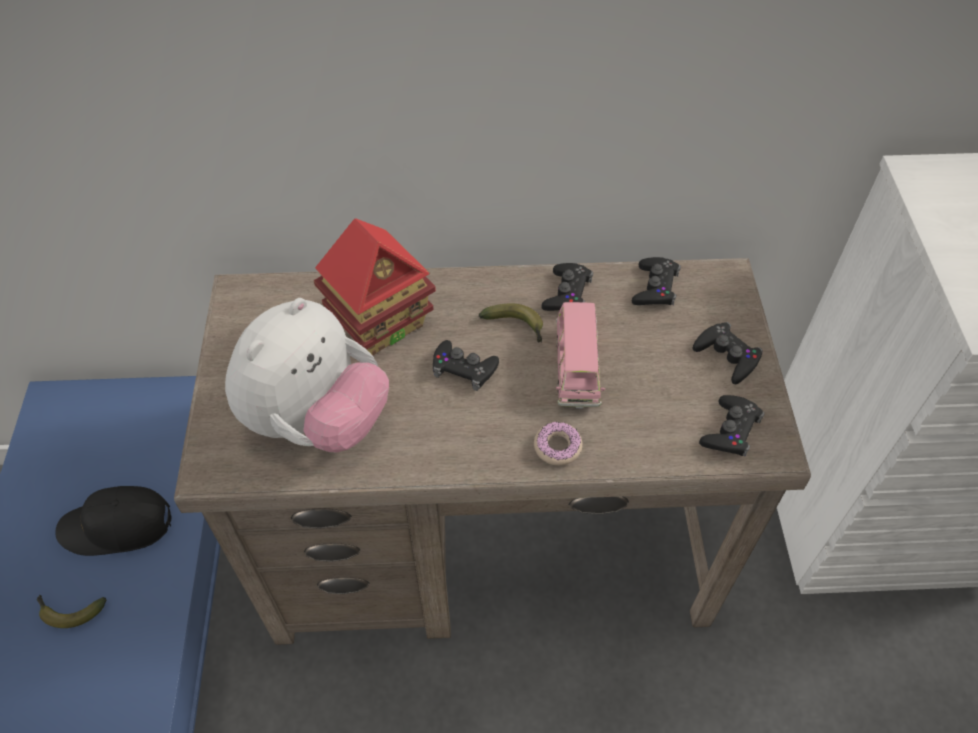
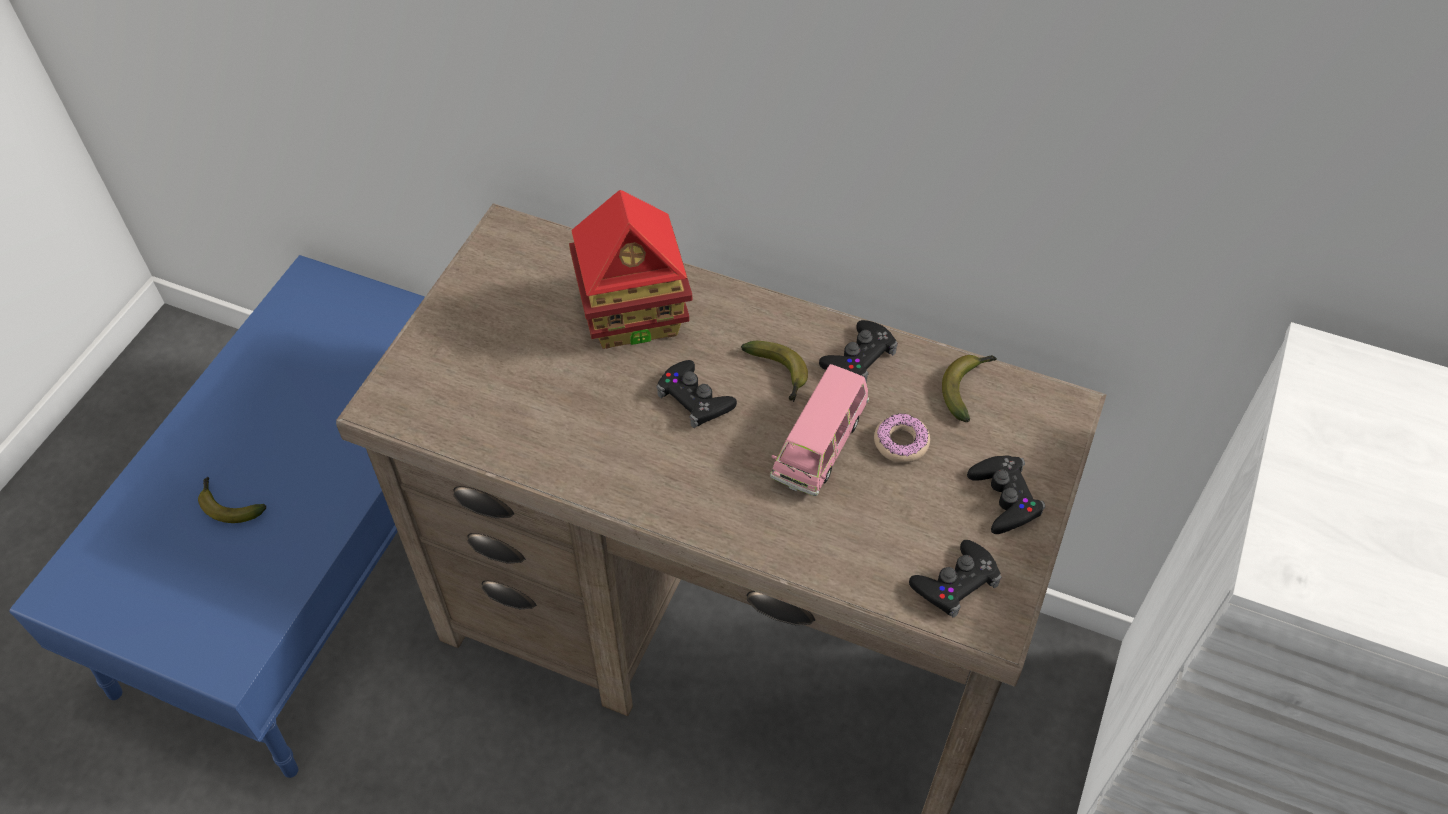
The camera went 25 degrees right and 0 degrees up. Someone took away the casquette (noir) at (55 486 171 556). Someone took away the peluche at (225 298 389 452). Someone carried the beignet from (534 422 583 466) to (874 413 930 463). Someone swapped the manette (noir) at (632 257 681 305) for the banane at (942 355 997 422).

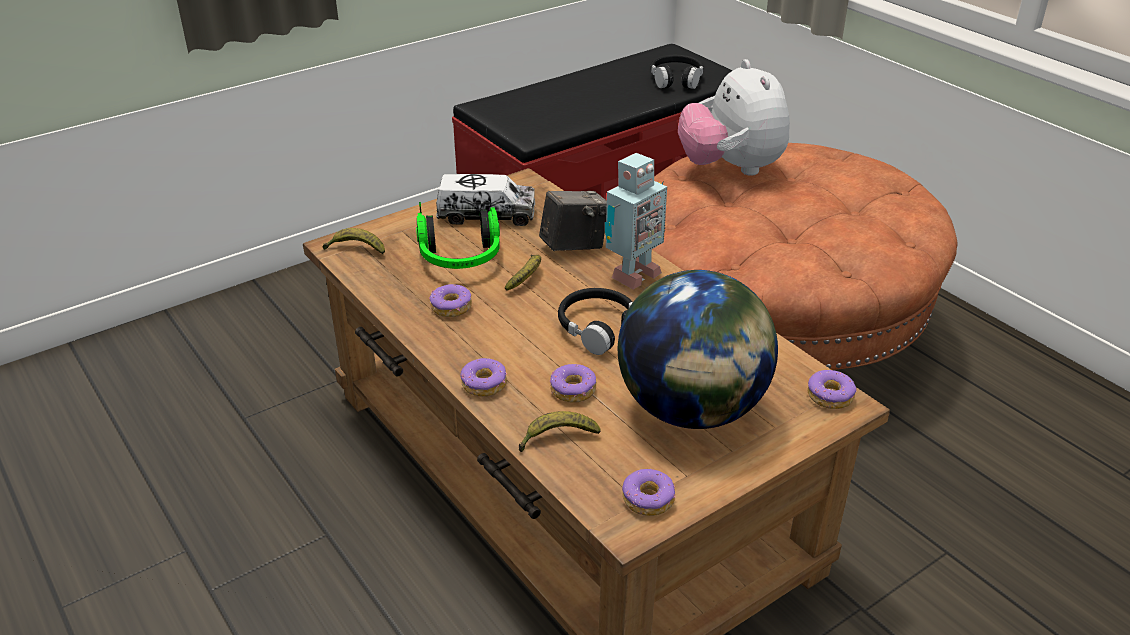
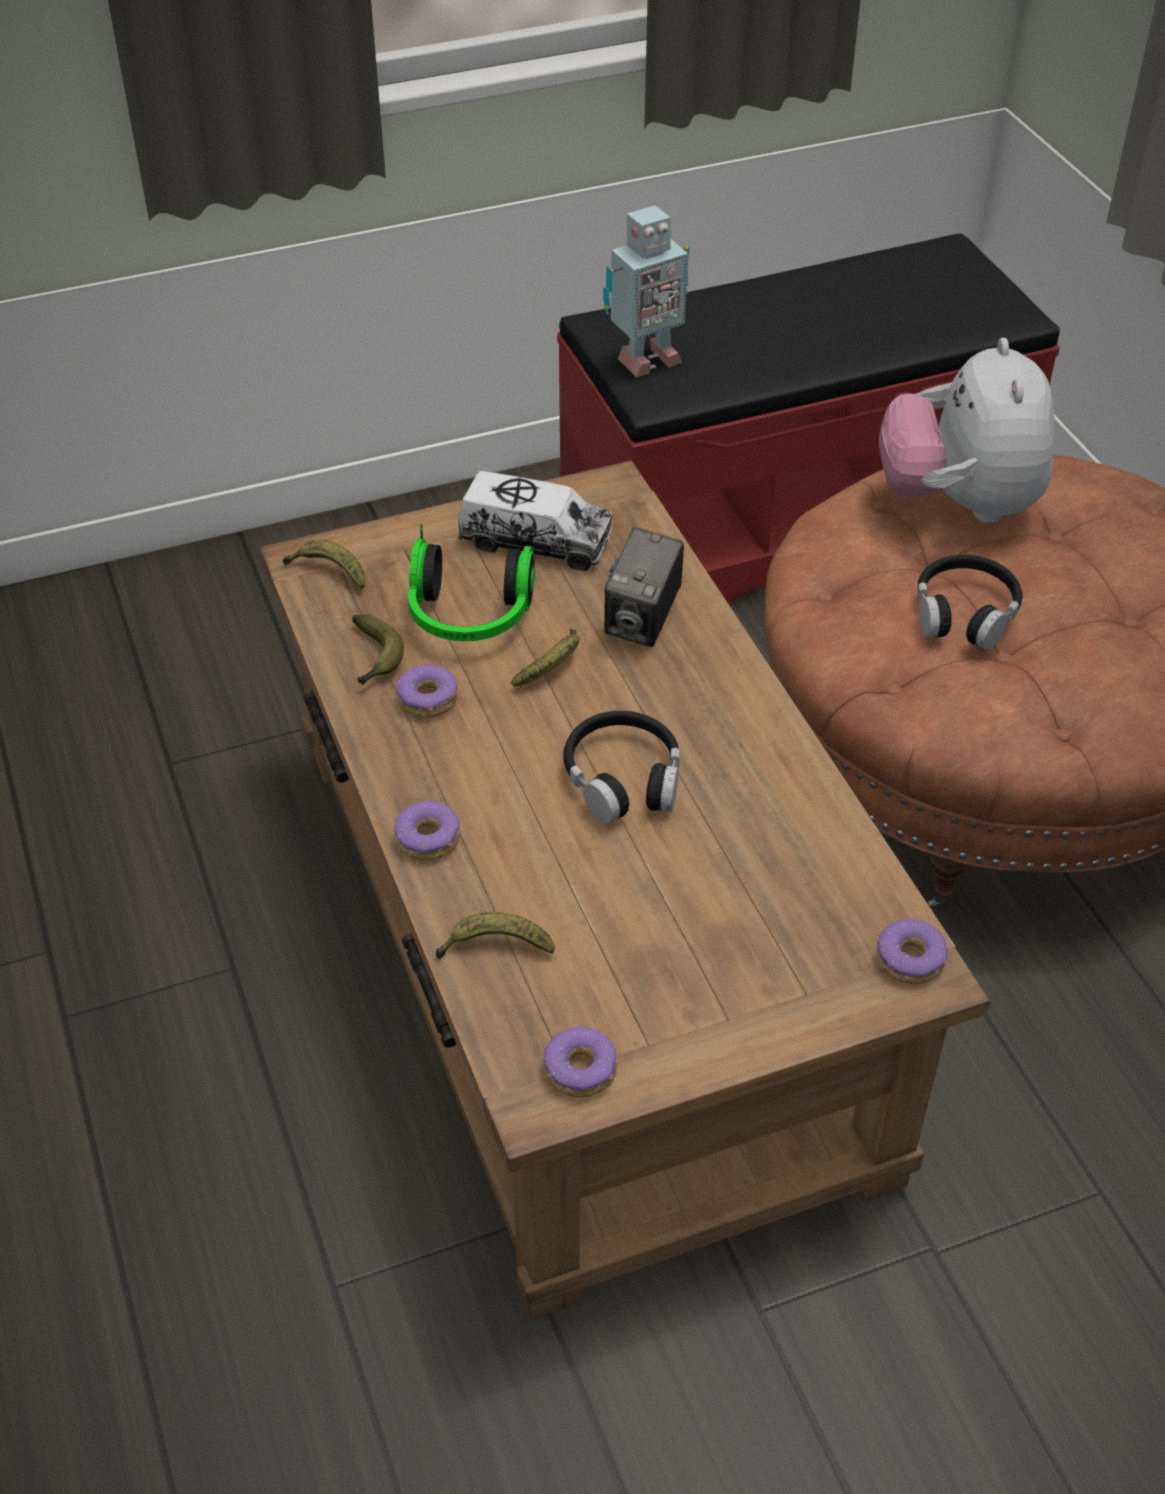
The camera went 15 degrees right and 10 degrees up. Someone rotated the appareil photo at (539 191 607 251) by 120 degrees clockwise. Someone took away the beignet at (550 364 596 402). Someone carried the robot jouet from (605 153 667 289) to (603 205 690 377). Someone took away the globe at (618 270 778 429). Someone carried the casque audio (noir) from (650 54 704 89) to (917 555 1023 650). Someone put down the banane at (352 614 404 685).

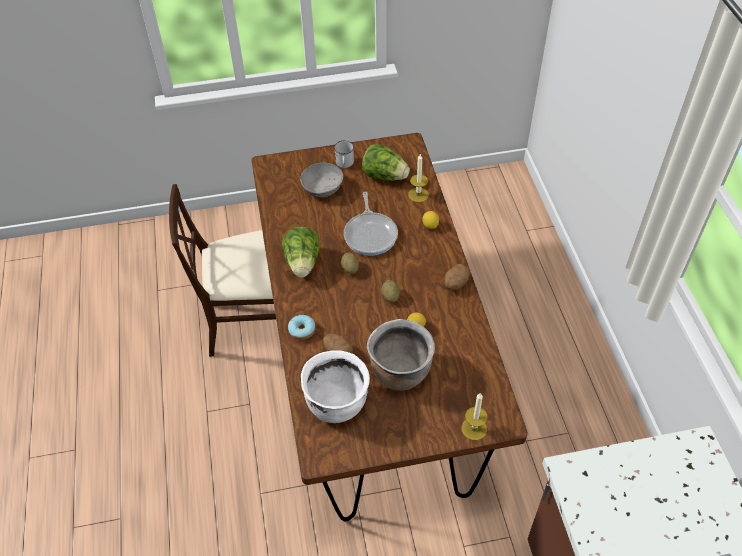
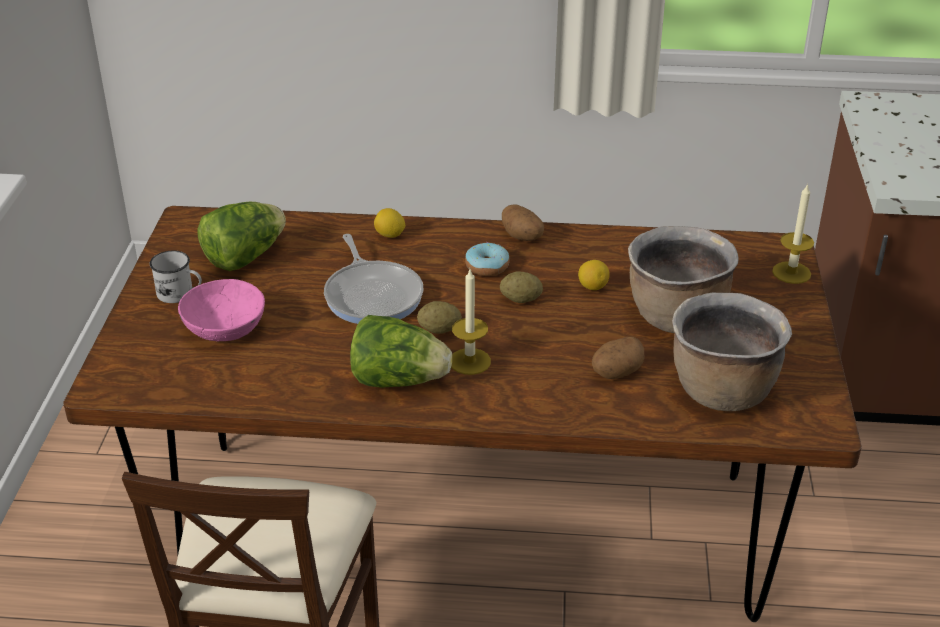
The camera went 75 degrees left and 15 degrees down. Someone carried the beignet from (288 315 316 340) to (465 242 510 276). Someone repainted the bol (gris) at (300 163 343 198), which became the bol (rose) at (178 279 265 341). Someone repainted the marmite (blanc) at (301 350 370 423), which became the marmite (marron) at (672 293 792 411). Someone rotated the poêle at (344 192 398 256) by 60 degrees clockwise. Someone carried the bougie from (408 154 429 202) to (451 269 491 375).

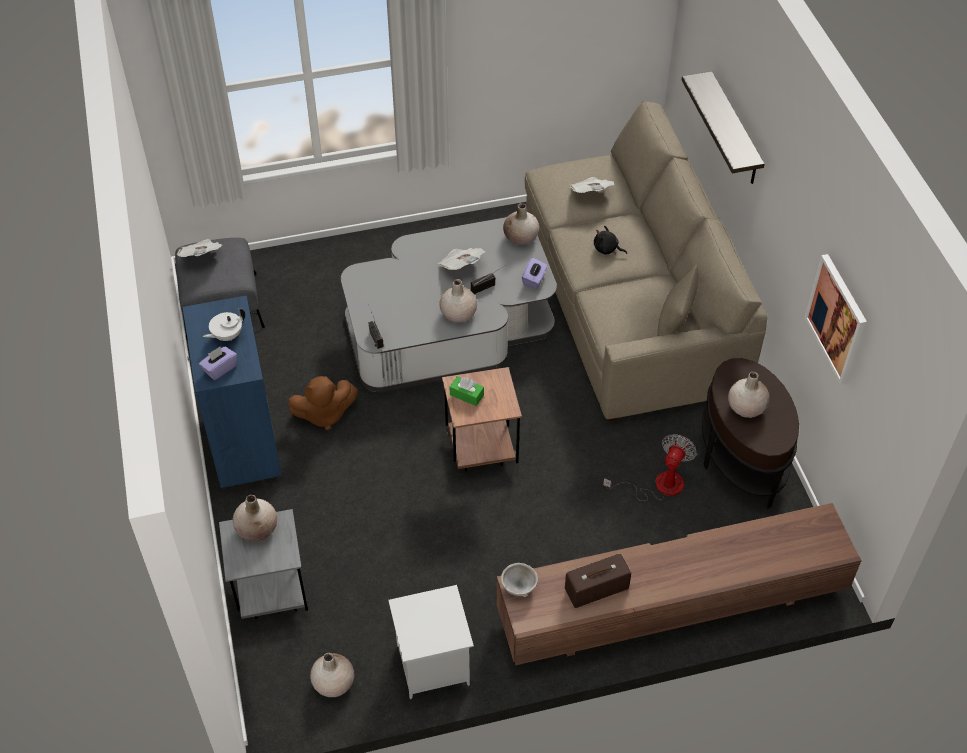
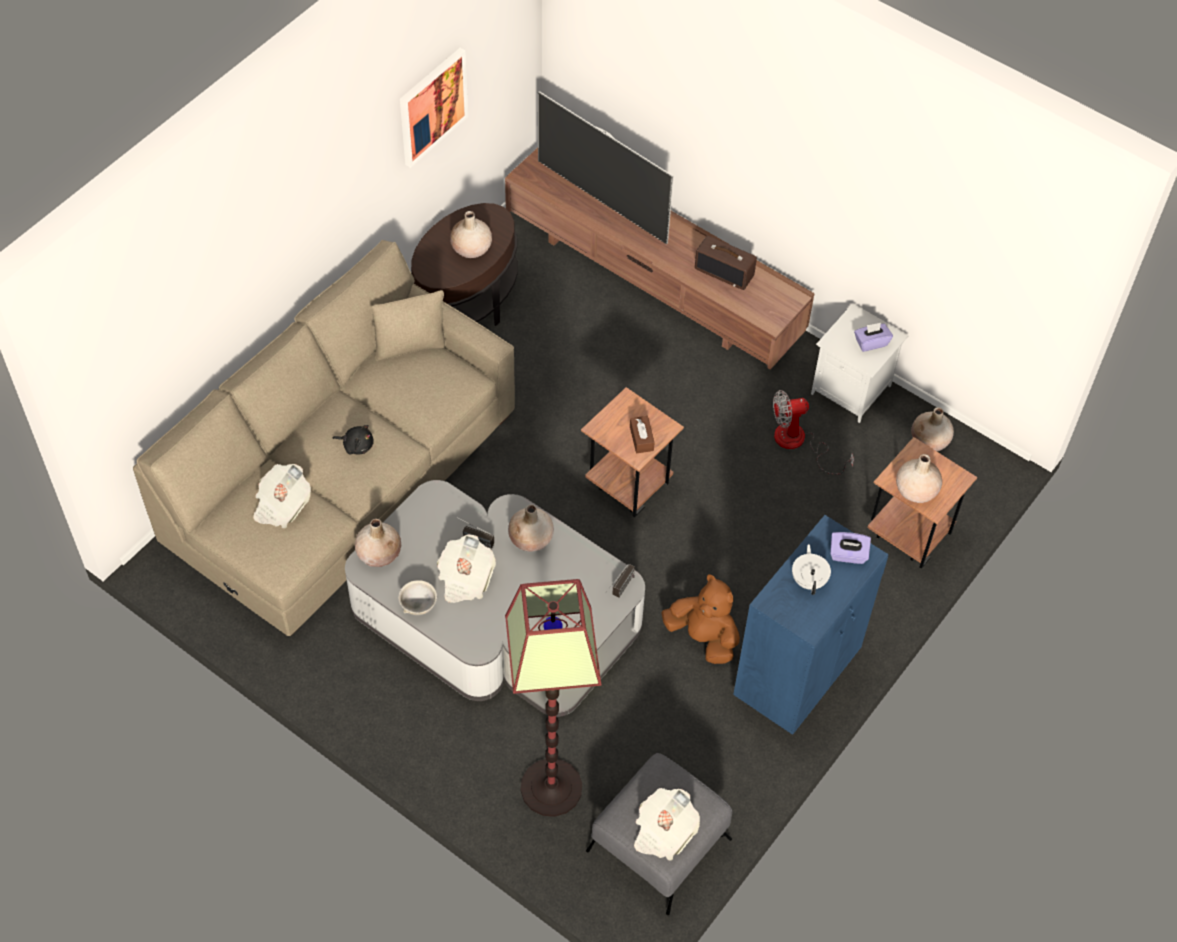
The camera went 130 degrees left and 5 degrees up. Someone rotated the théière (blanc) at (203 308 245 341) by 105 degrees counterclockwise. Someone repainted the table d'appoint (gris) at (219 509 308 619), which became the table d'appoint (marron) at (867 437 977 569). Someone repainted the boîte à mouchoirs (vert) at (450 376 484 406), which became the boîte à mouchoirs (marron) at (630 416 655 453). Someone carried the bol (gris) from (501 563 538 597) to (398 580 437 615). Someone carried the boîte à mouchoirs (violet) from (522 258 548 289) to (854 323 893 352). Someone rotated the peluche (noir) at (594 226 627 255) by 60 degrees counterclockwise. Someone carried the ventilateur from (603 434 697 501) to (773 390 854 475). Someone took away the étagère at (682 71 765 184). Someone put down the lampadaire at (505 579 602 817). Someone put down the téléviseur at (538 91 673 244).

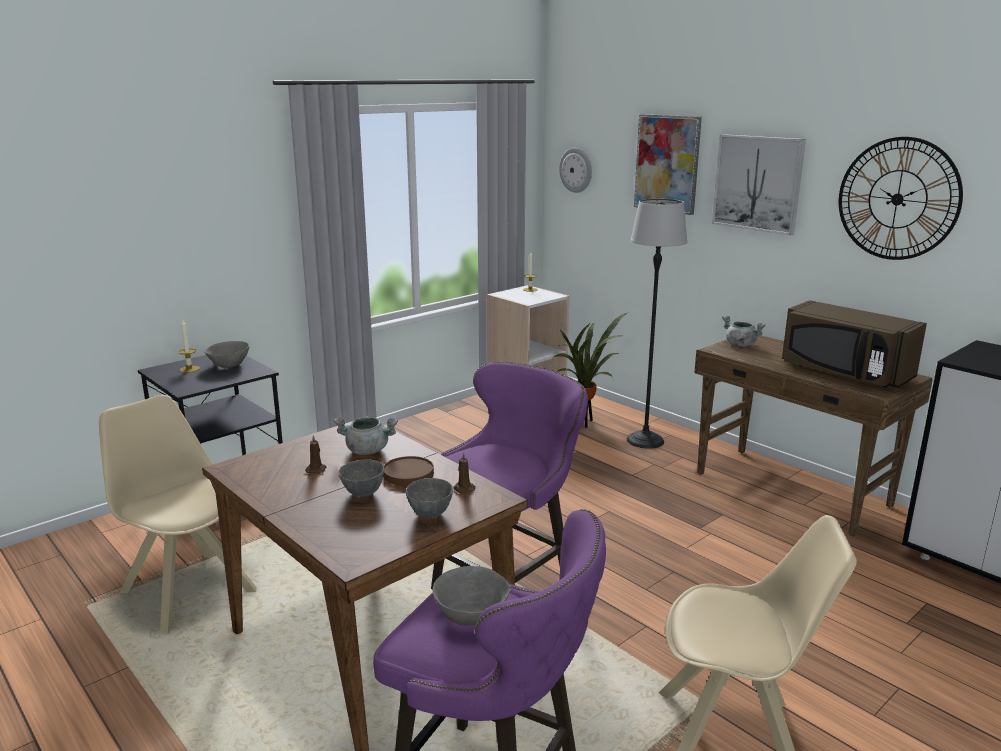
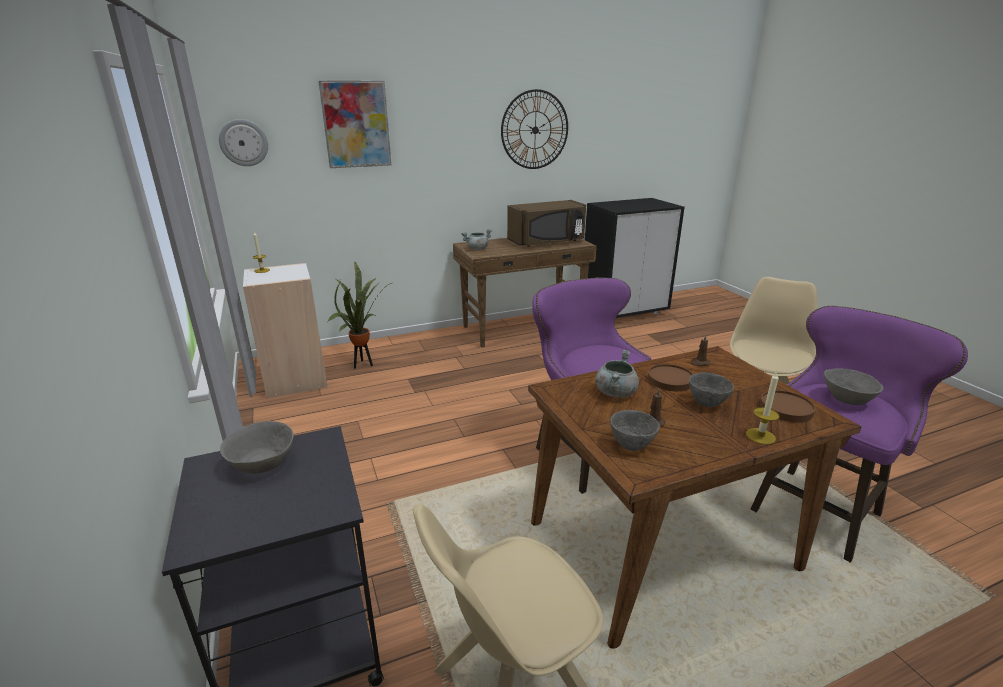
The camera went 70 degrees left and 5 degrees up. Someone carried the bougie from (179 320 200 373) to (746 371 779 445). Someone carried the bol (gris) from (406 478 453 518) to (610 410 660 451). Someone took away the lampadaire at (627 198 687 449). Someone took away the tableau at (712 134 806 235). Someone put down the assiette (marron) at (760 390 815 422).

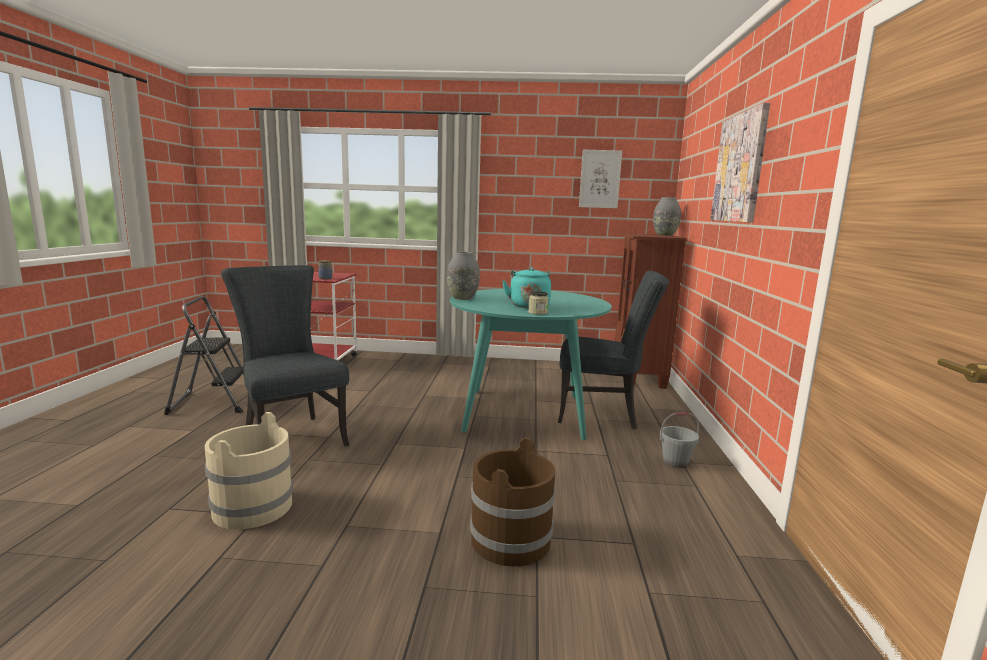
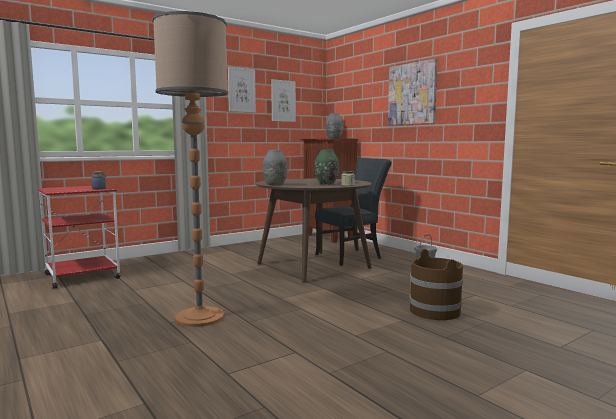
The camera went 40 degrees left and 5 degrees down. Someone took away the escabeau (noir) at (164 296 244 415). Someone took away the seau (beige) at (205 412 293 530). Someone swapped the chaise (gris) at (221 265 349 447) for the lampadaire at (152 11 228 327). Someone repainted the table à manger (turquoise) at (450 289 612 440), which became the table à manger (marron) at (256 179 372 283). Someone swapped the bouilloire (turquoise) at (502 267 551 308) for the vase (vert) at (315 150 339 185). Someone put up the tableau at (228 67 256 113).

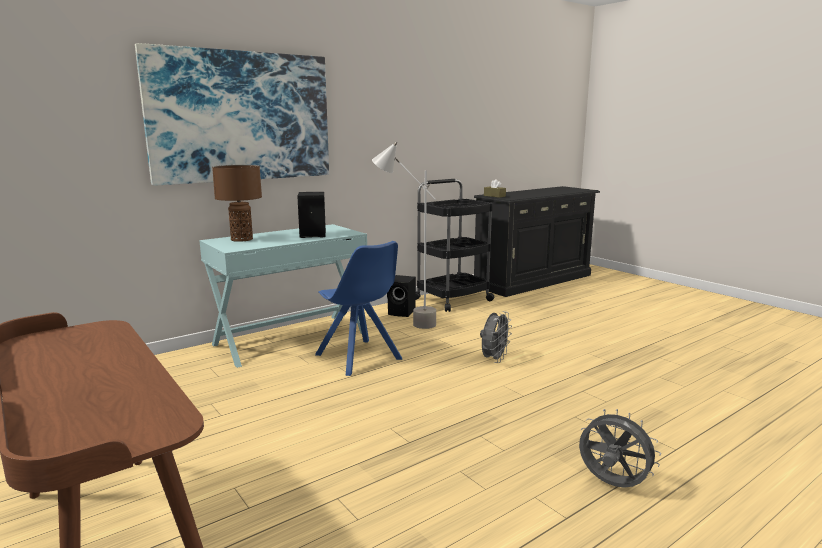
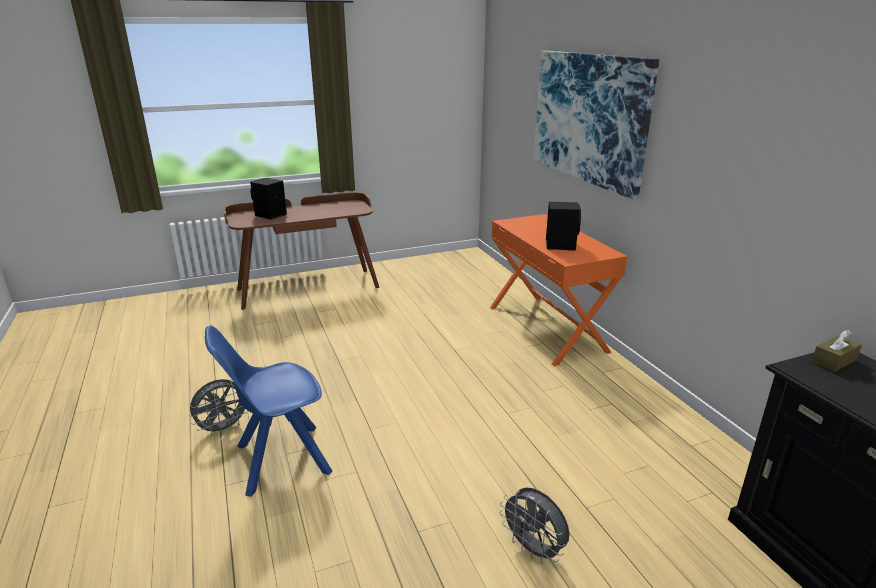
The camera went 105 degrees right and 10 degrees up. Someone repainted the bureau (turquoise) at (199 224 367 368), which became the bureau (orange) at (490 214 627 366). Someone took away the lampe de table (marron) at (212 165 262 242). Someone carried the chaise (bleu) from (315 241 402 376) to (205 325 332 497). Someone took away the lampadaire (gris) at (372 142 436 329). Someone carried the enceinte (noir) from (387 275 416 317) to (250 178 287 220). Someone took away the chariot (noir) at (416 179 494 312). Someone carried the ventilateur (gris) from (480 311 512 363) to (499 487 570 564).

